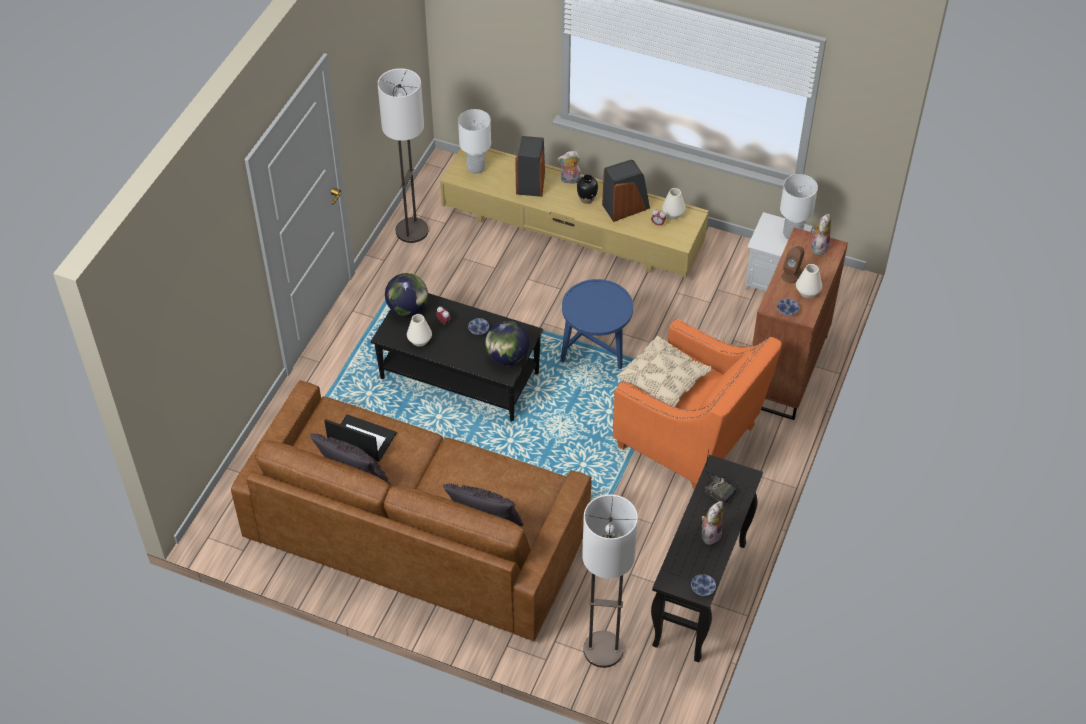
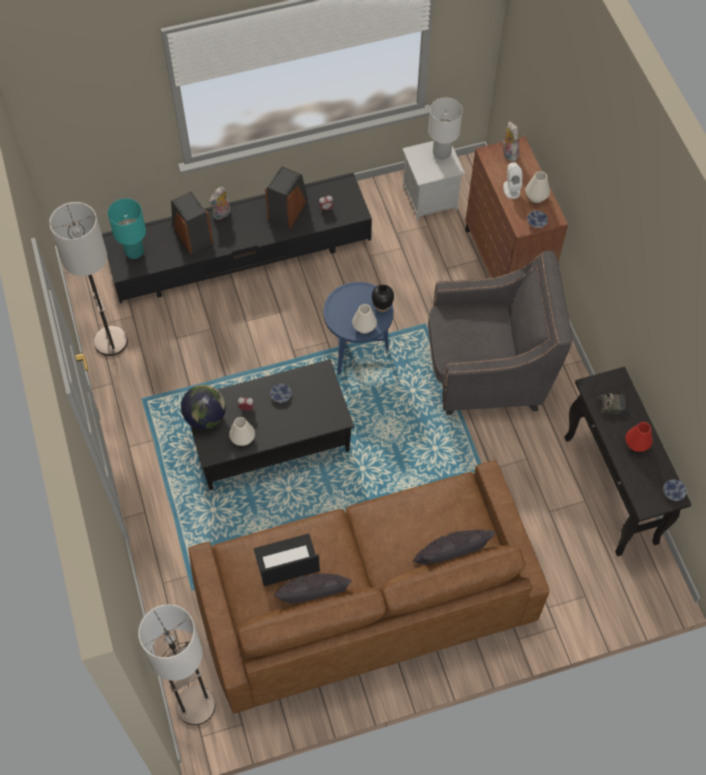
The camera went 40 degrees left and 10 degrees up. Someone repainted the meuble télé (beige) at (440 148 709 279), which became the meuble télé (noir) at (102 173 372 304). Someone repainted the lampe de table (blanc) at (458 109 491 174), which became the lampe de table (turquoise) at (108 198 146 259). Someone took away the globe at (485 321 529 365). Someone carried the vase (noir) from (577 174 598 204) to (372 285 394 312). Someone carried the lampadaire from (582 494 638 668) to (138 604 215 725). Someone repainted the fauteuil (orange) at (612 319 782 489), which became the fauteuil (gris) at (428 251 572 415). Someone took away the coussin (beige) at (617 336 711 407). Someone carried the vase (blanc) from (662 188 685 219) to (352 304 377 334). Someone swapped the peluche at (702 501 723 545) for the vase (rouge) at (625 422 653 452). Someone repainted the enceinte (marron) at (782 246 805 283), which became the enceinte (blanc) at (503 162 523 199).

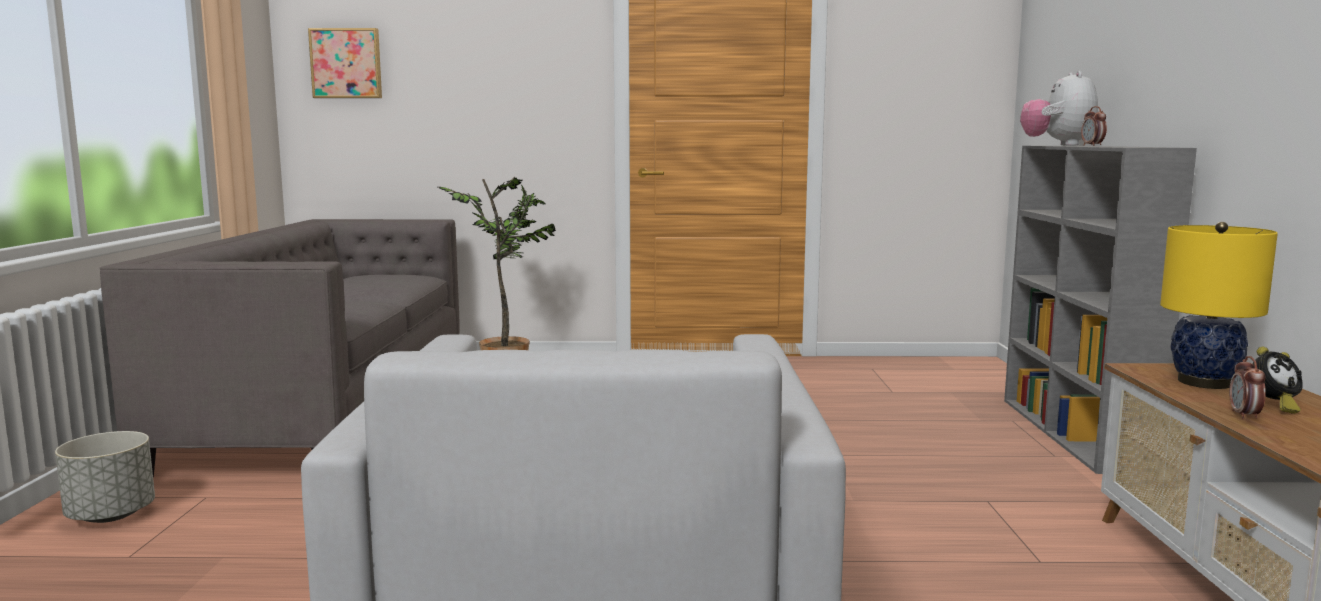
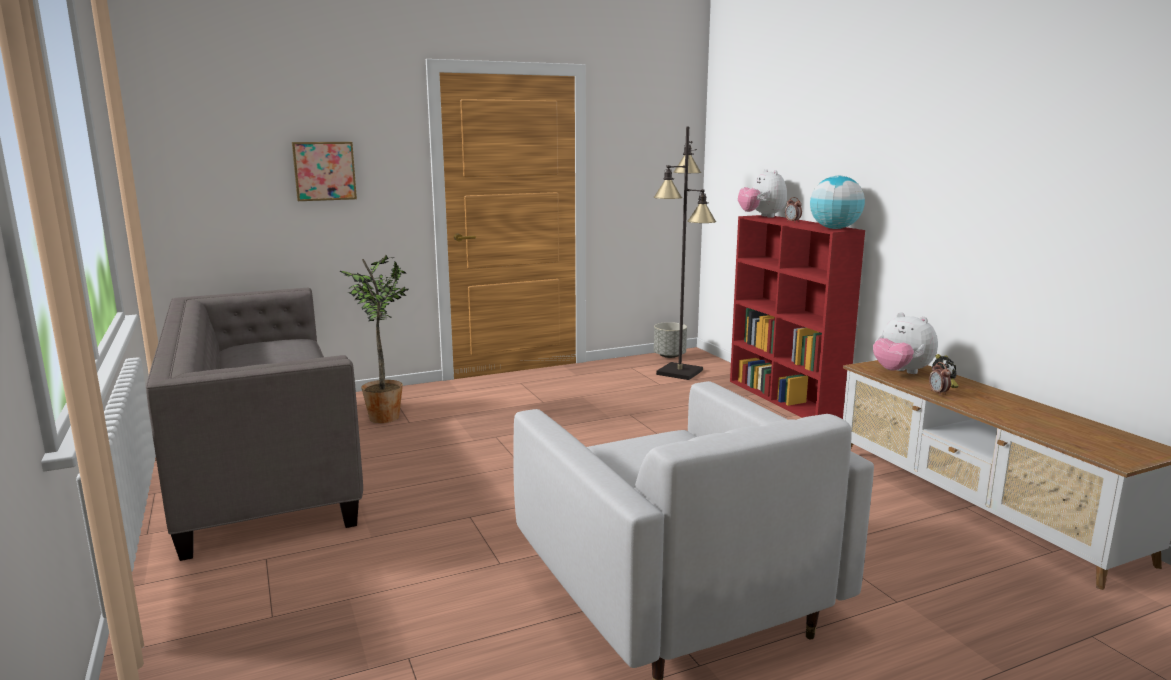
The camera went 25 degrees left and 5 degrees up. Someone carried the cache-pot (gris) from (55 431 155 523) to (654 322 687 358). Someone carried the tableau from (308 28 382 98) to (292 142 357 201). Someone repainted the bibliothèque (gris) at (1004 146 1197 474), which became the bibliothèque (rouge) at (730 215 865 419). Someone swapped the lampe de table (jaune) at (1160 222 1278 389) for the peluche at (873 312 938 374). Someone put down the lampadaire (noir) at (653 127 716 380). Someone put down the globe at (810 176 865 229).

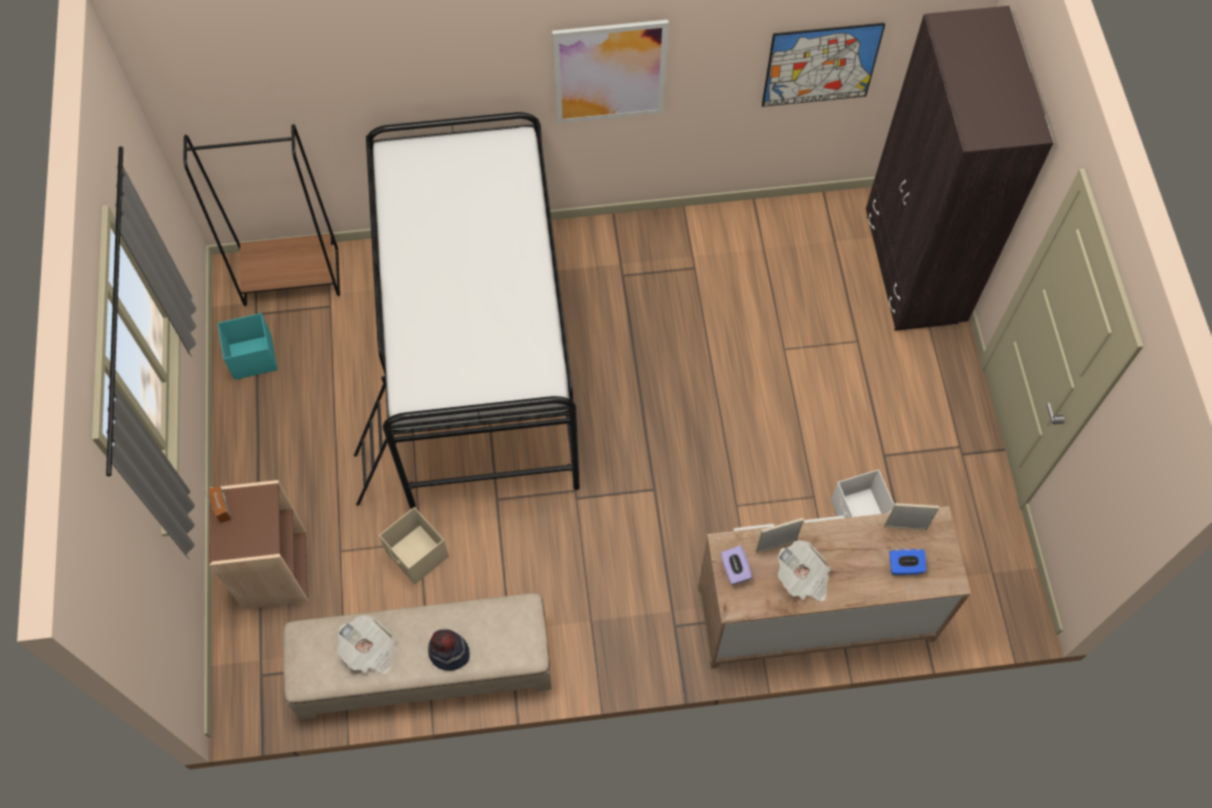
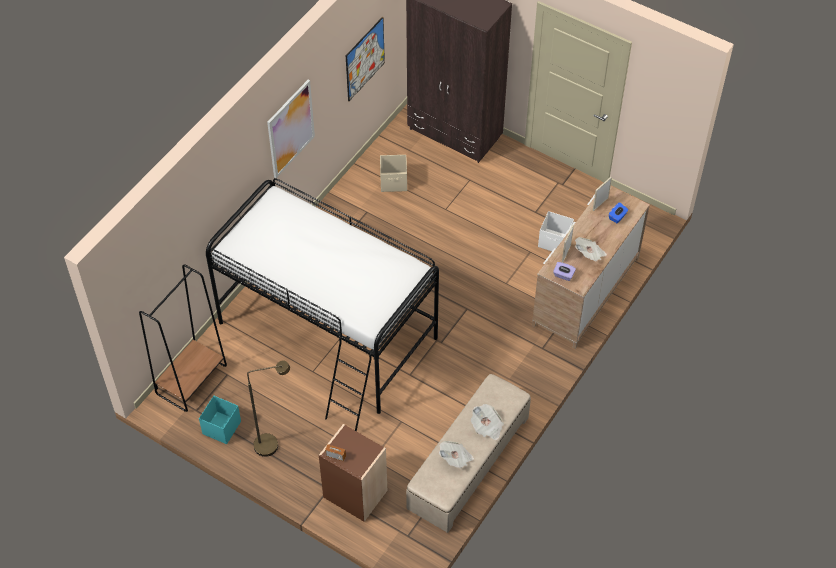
The camera went 50 degrees left and 10 degrees down. Someone carried the boîte de rangement (beige) from (379 507 449 585) to (380 155 407 192). Someone swapped the chapeau at (428 629 470 671) for the journal at (471 404 504 441). Someone put down the lampadaire (marron) at (247 361 290 457).

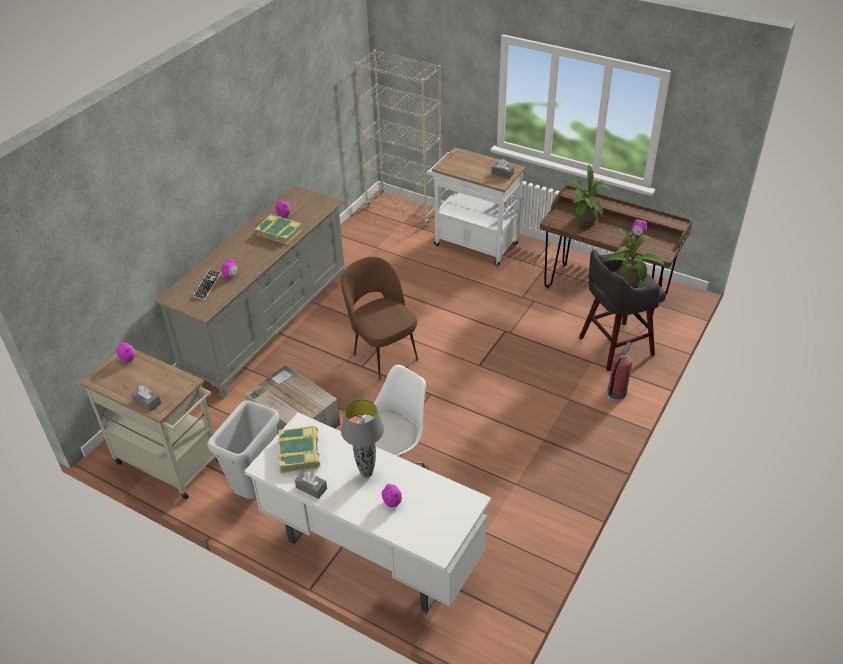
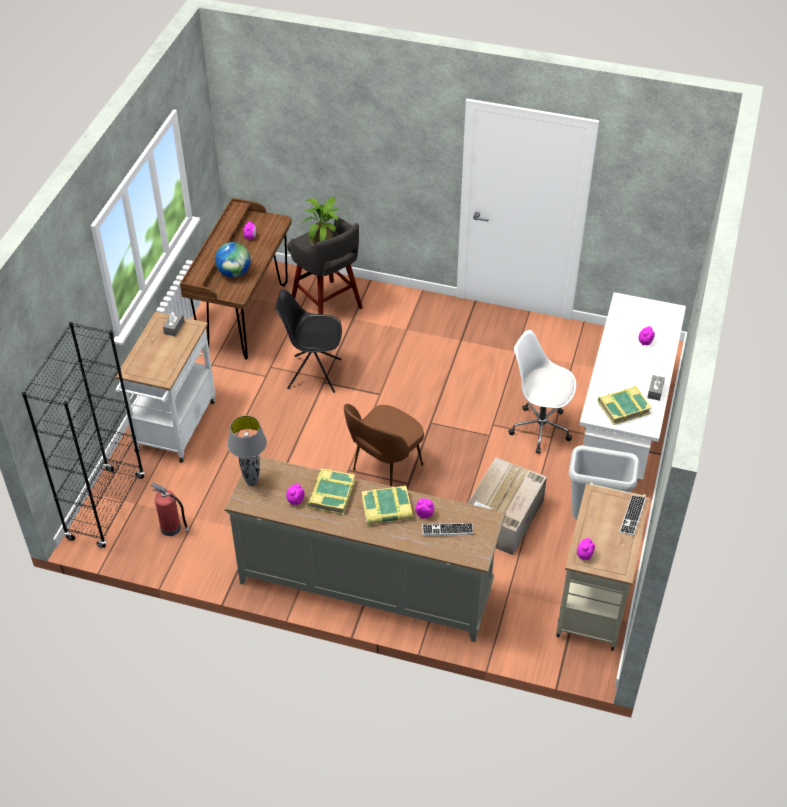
The camera went 105 degrees left and 5 degrees up. Someone swapped the boîte à mouchoirs (gris) at (131 385 161 412) for the clavier at (619 495 646 535). Someone carried the lampe de table (gris) from (341 399 384 478) to (228 416 267 486). Someone repainted the bibliothèque (beige) at (355 49 442 226), which became the bibliothèque (noir) at (22 322 145 548). Someone swapped the plante en pot at (566 164 611 226) for the globe at (215 242 251 278). Someone carried the extincteur from (607 342 632 402) to (150 483 189 536). Someone put down the chaise (noir) at (276 289 342 393). Someone put down the livre at (362 486 413 525).

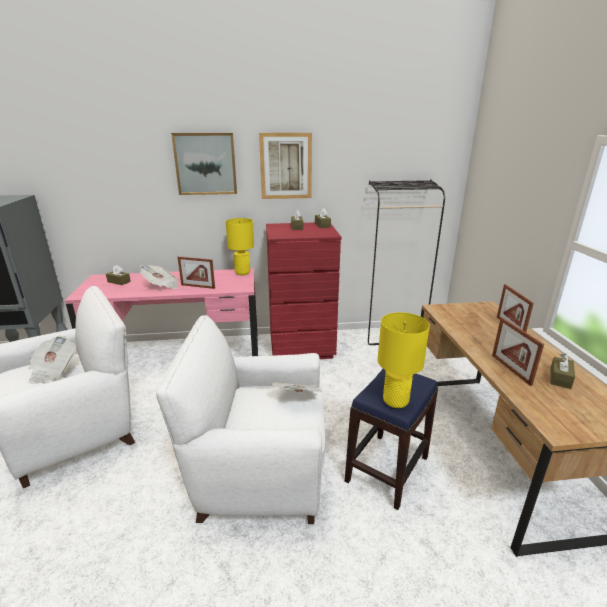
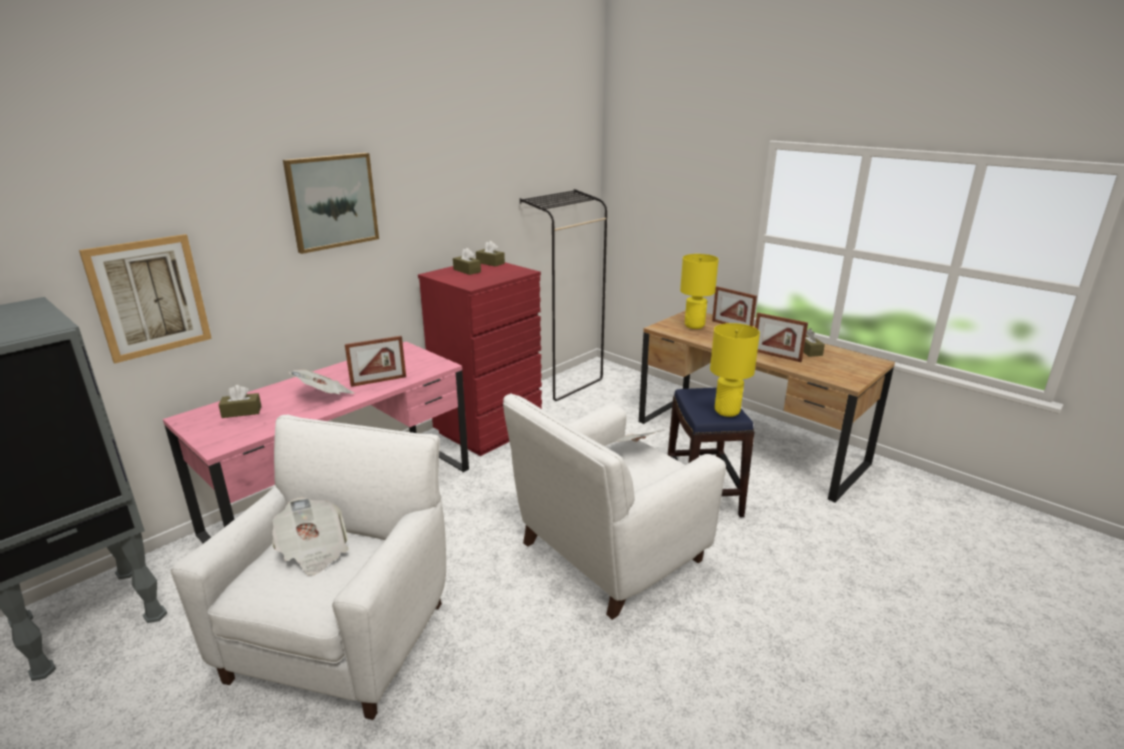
The camera went 40 degrees left and 0 degrees up. Someone carried the lampe de table (jaune) from (226 218 254 275) to (680 254 719 329). Someone carried the tableau from (259 133 312 199) to (79 234 212 363).

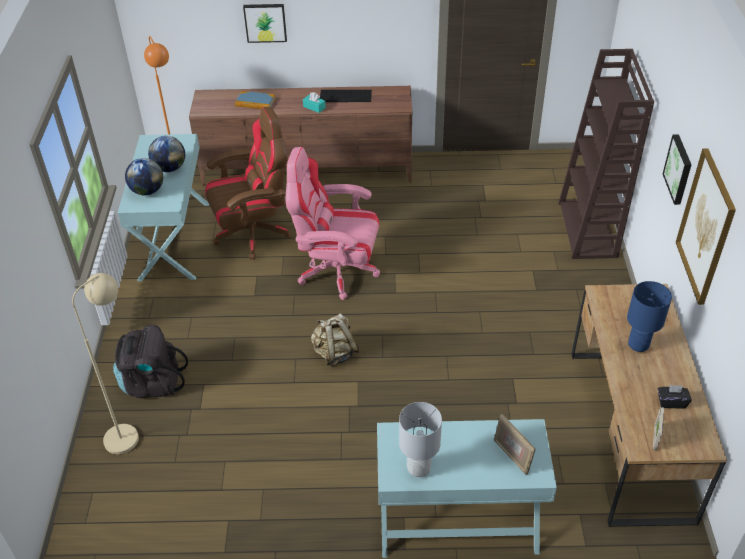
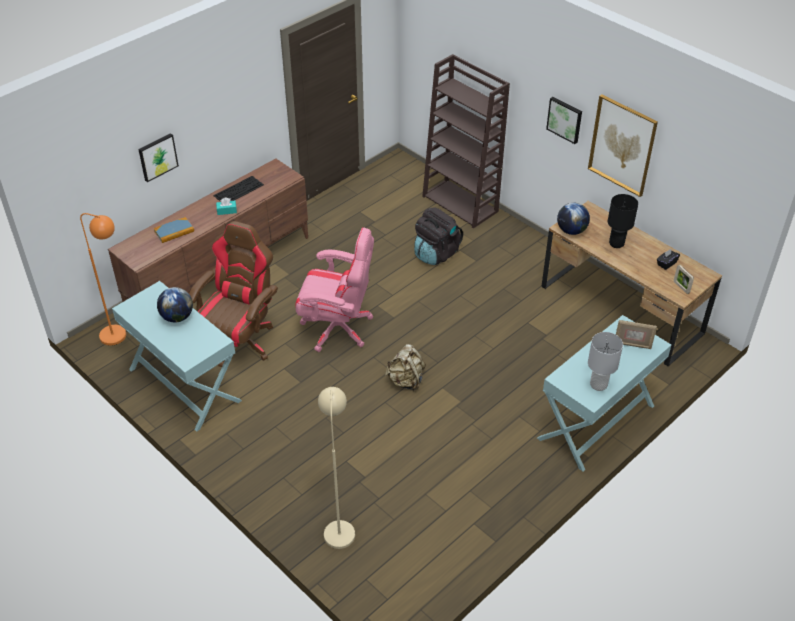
The camera went 45 degrees left and 0 degrees up. Someone carried the sac à dos (noir) from (113 325 188 398) to (414 207 463 265). Someone carried the globe from (125 158 163 195) to (557 203 590 235). Someone rotated the chaise de bureau (rose) at (286 147 380 300) by 135 degrees counterclockwise. Someone repainted the lampe de table (bleu) at (627 281 672 352), which became the lampe de table (noir) at (608 194 638 248).

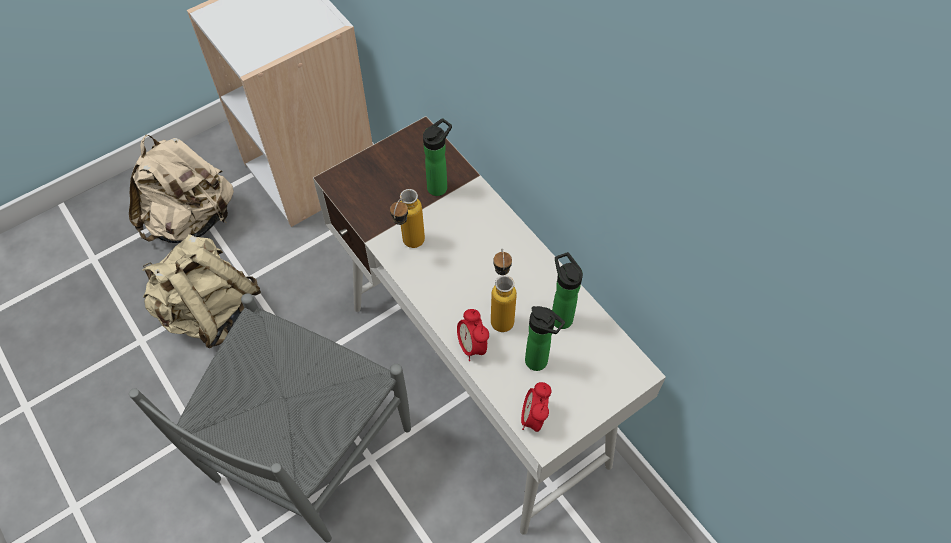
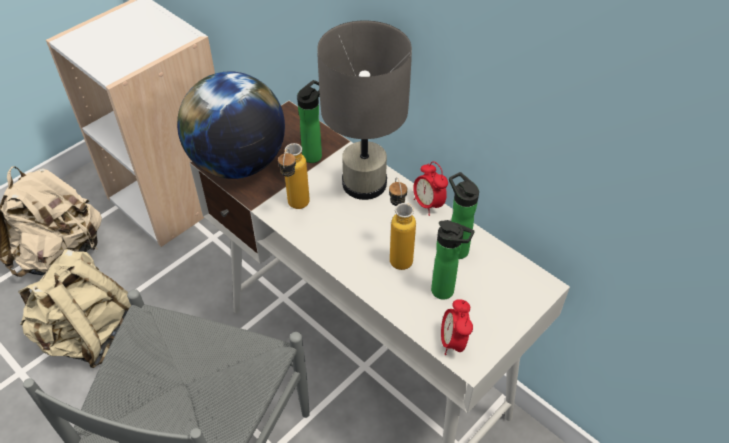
The camera went 10 degrees left and 10 degrees down. Someone carried the réveil from (457 309 489 361) to (413 161 448 216). Someone put down the globe at (177 71 285 179). Someone put down the lampe de table (gris) at (317 20 412 200).

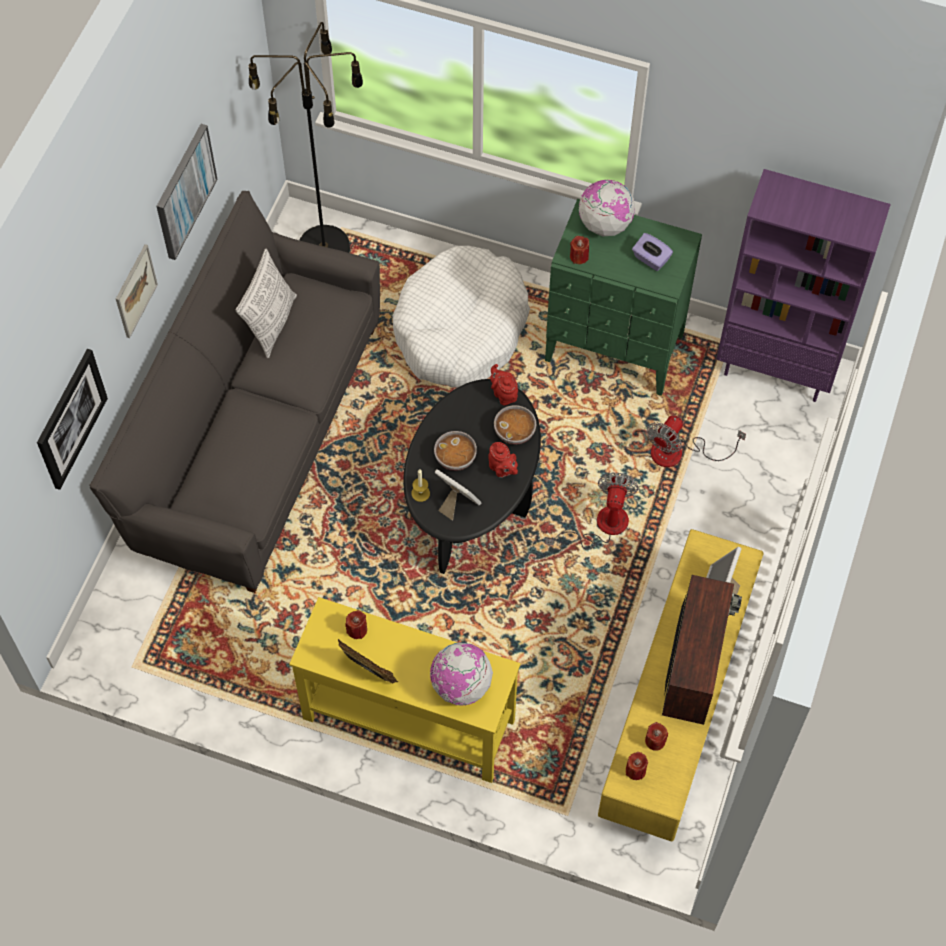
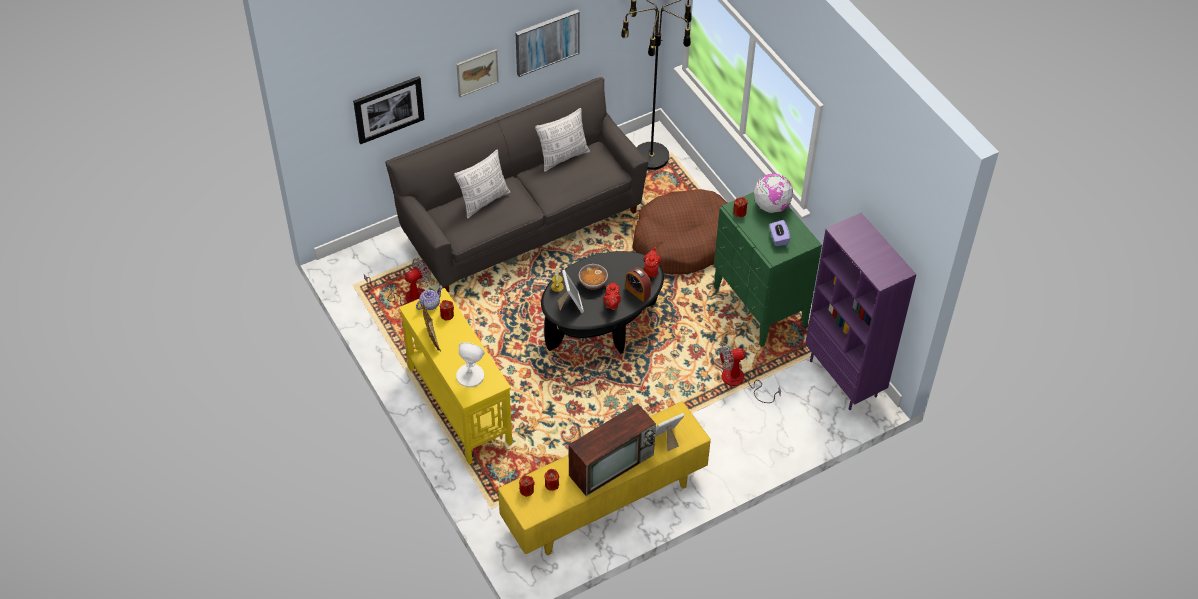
The camera went 40 degrees right and 10 degrees down. Someone repainted the panier pour chien (blanc) at (393 246 530 388), which became the panier pour chien (marron) at (632 189 727 274). Someone swapped the globe at (430 642 493 705) for the lampe de table (blanc) at (456 342 485 387). Someone swapped the bol at (494 405 536 445) for the réveil at (625 267 651 302). Someone carried the ventilateur from (545 473 639 549) to (364 258 431 305). Someone put down the théière at (416 286 443 310). Someone put down the coussin at (454 150 511 218).

